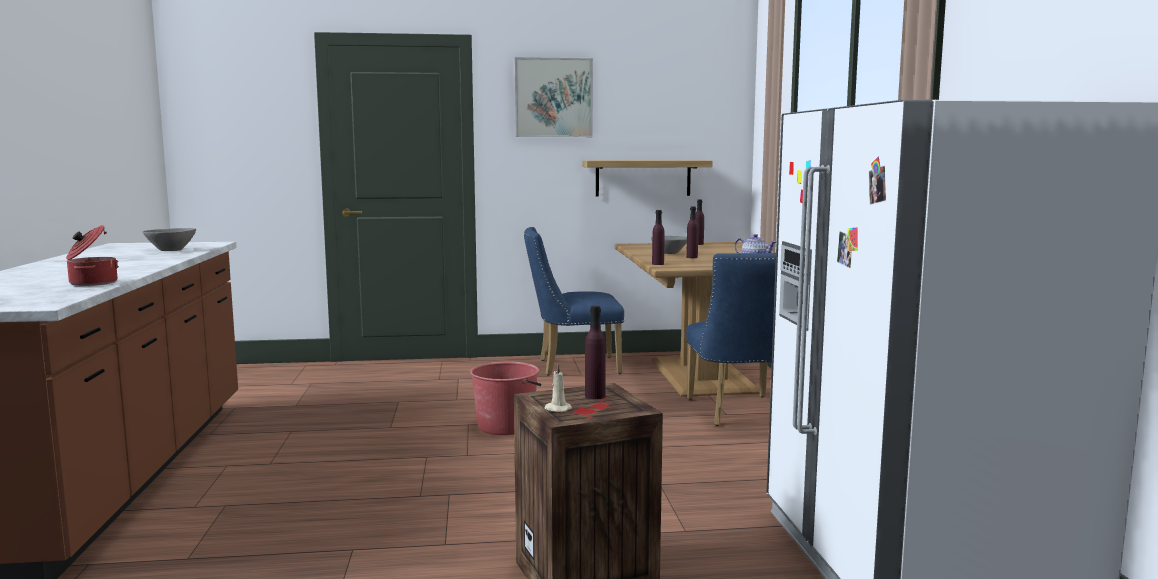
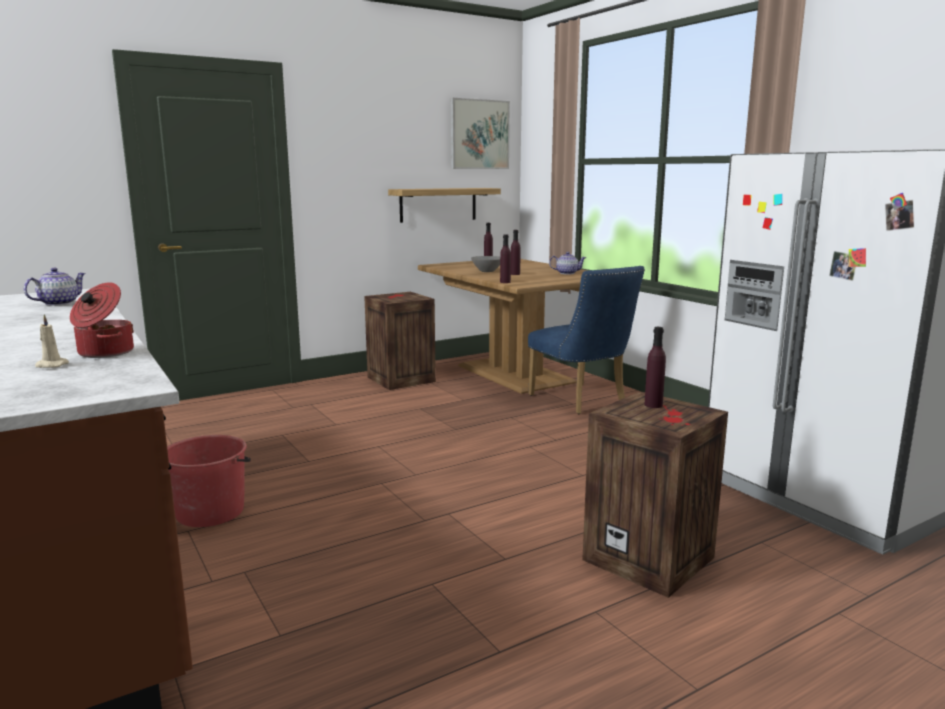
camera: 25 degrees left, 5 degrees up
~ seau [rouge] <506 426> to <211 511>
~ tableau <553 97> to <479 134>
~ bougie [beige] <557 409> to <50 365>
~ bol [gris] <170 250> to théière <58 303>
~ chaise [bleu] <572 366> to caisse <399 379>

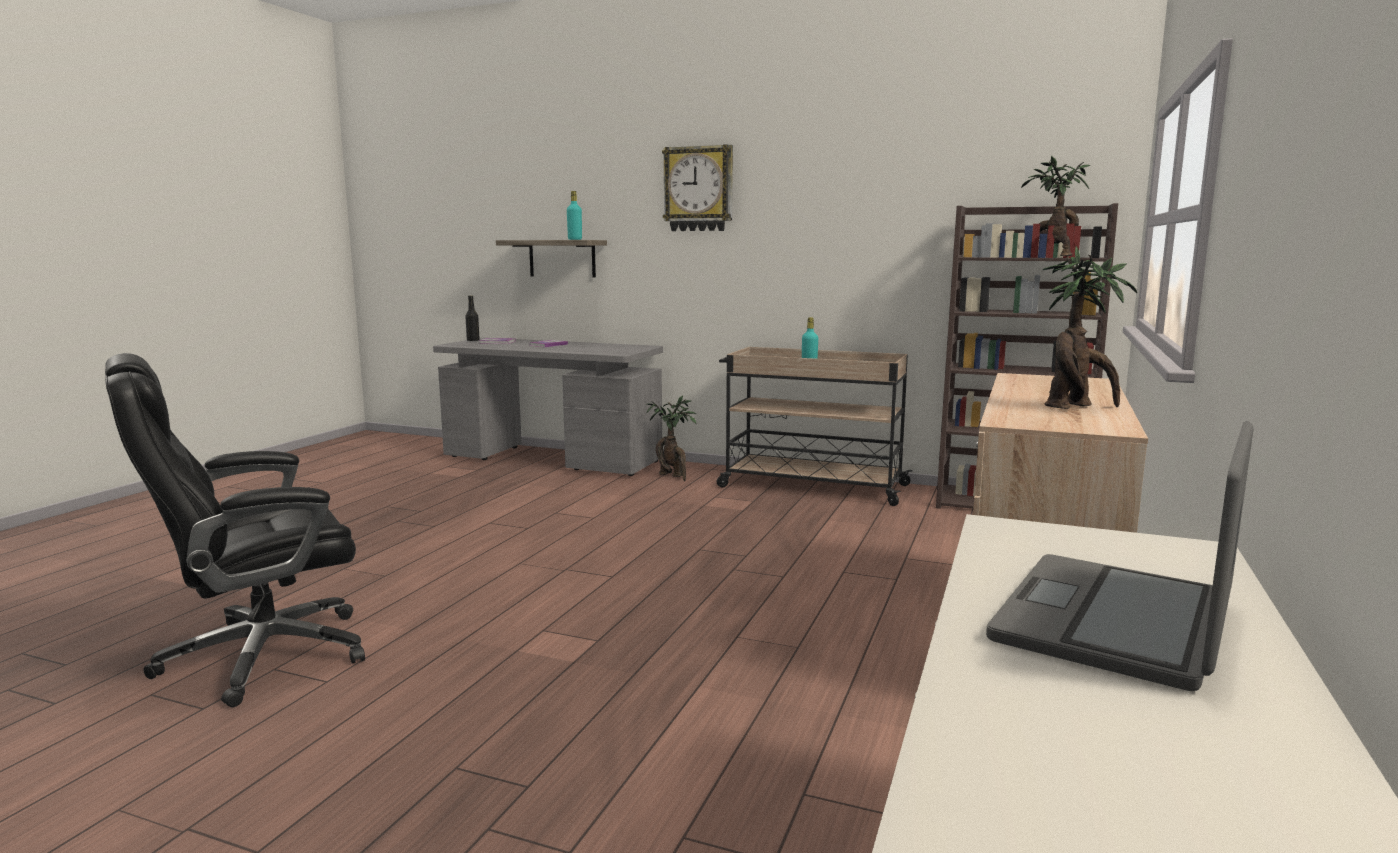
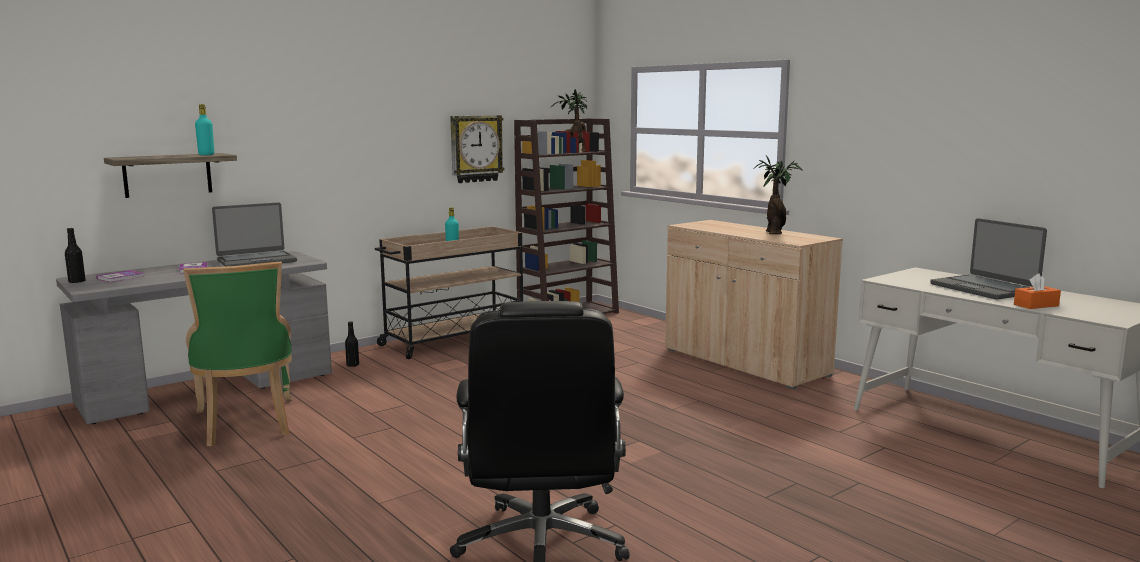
camera: 60 degrees left, 0 degrees up
+ chaise [vert] <247 424>
+ ordinateur portable <256 261>
+ boîte à mouchoirs [orange] <1036 305>
~ horloge murale <699 189> to <475 148>
~ plante en pot <673 476> to bouteille [noir] <352 365>

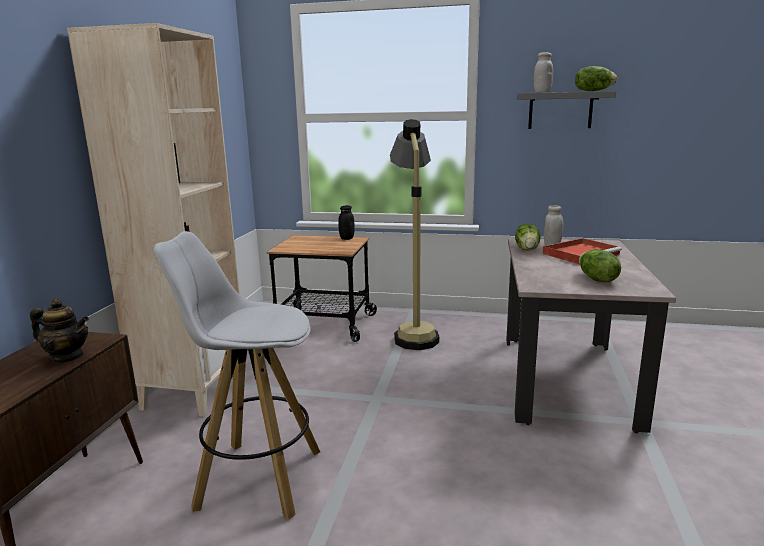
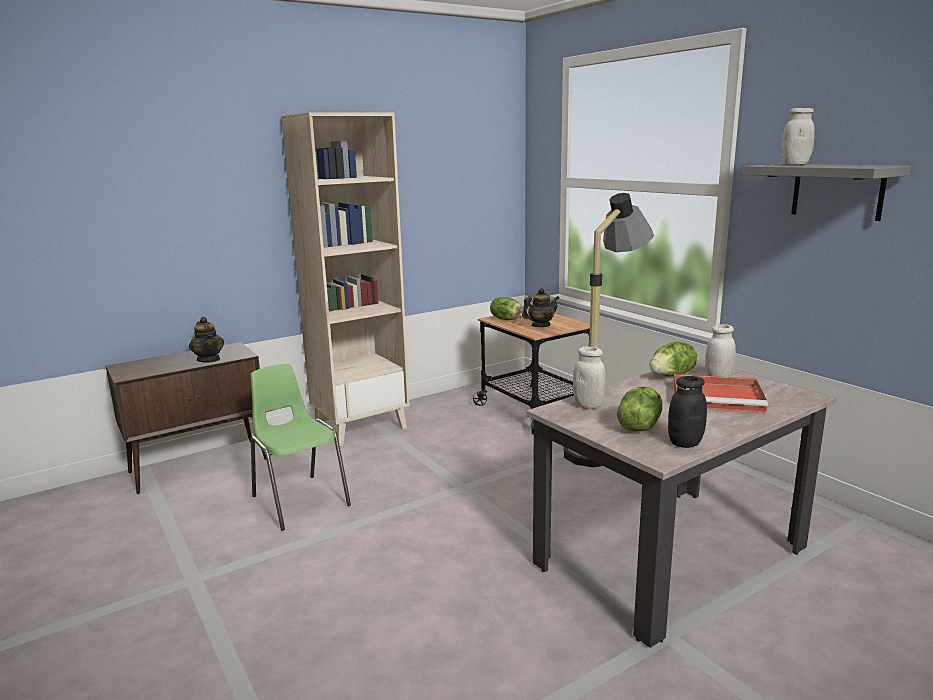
camera: 45 degrees right, 0 degrees up
+ théière <540 325>
+ bocal [blanc] <588 405>
~ bocal [noir] <346 238> to <685 443>
~ laitue <593 91> to <507 319>
~ tabouret [blanc] <257 478> to chaise [vert] <299 500>

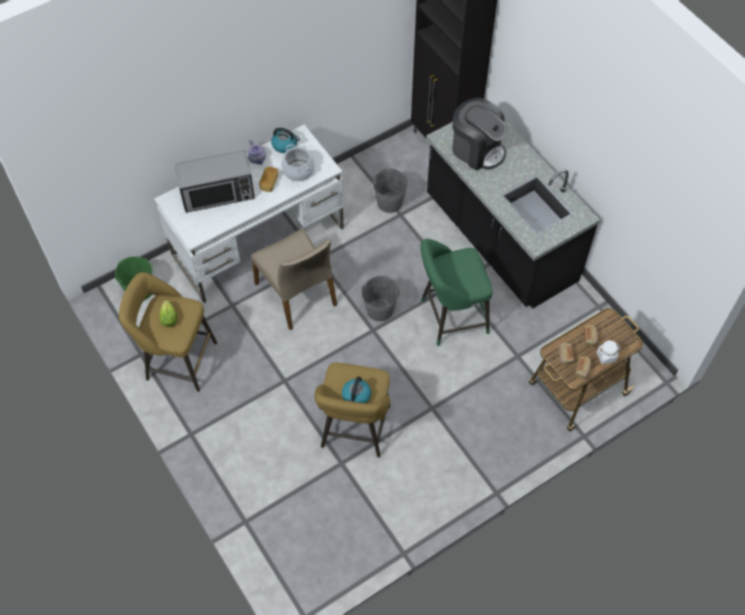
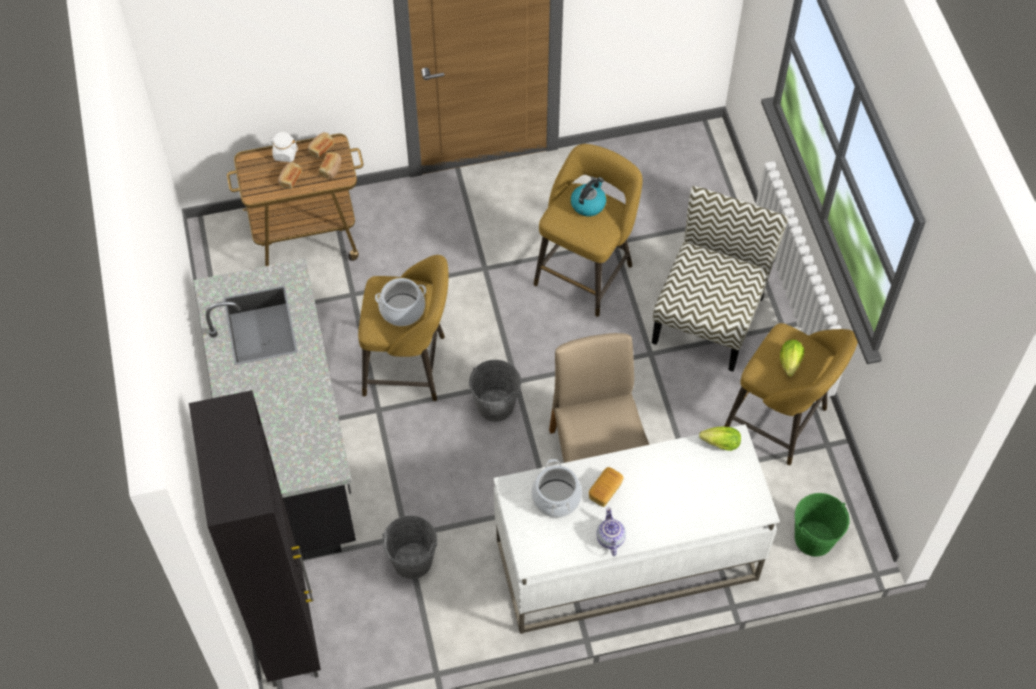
camera: 160 degrees left, 0 degrees up
- micro-ondes <218 193>
- bouilloire <285 145>
- machine à café <477 150>
+ marmite <402 309>
+ chaise <708 317>
+ laitue <718 443>
~ tabouret [vert] <450 317> to tabouret [jaune] <410 366>

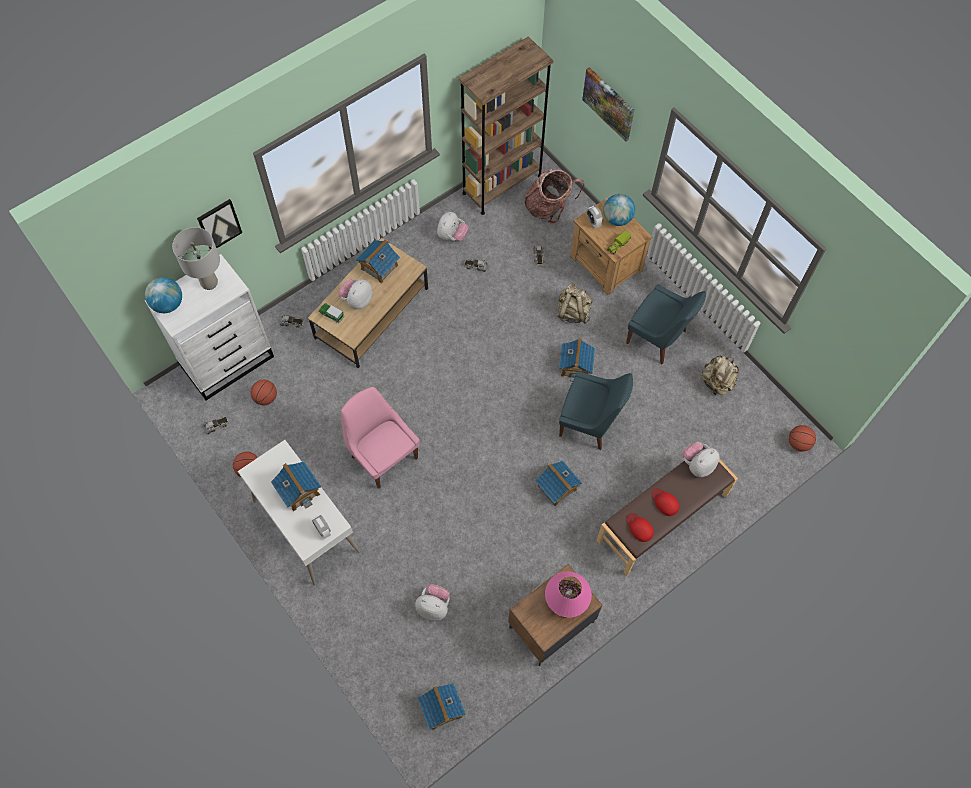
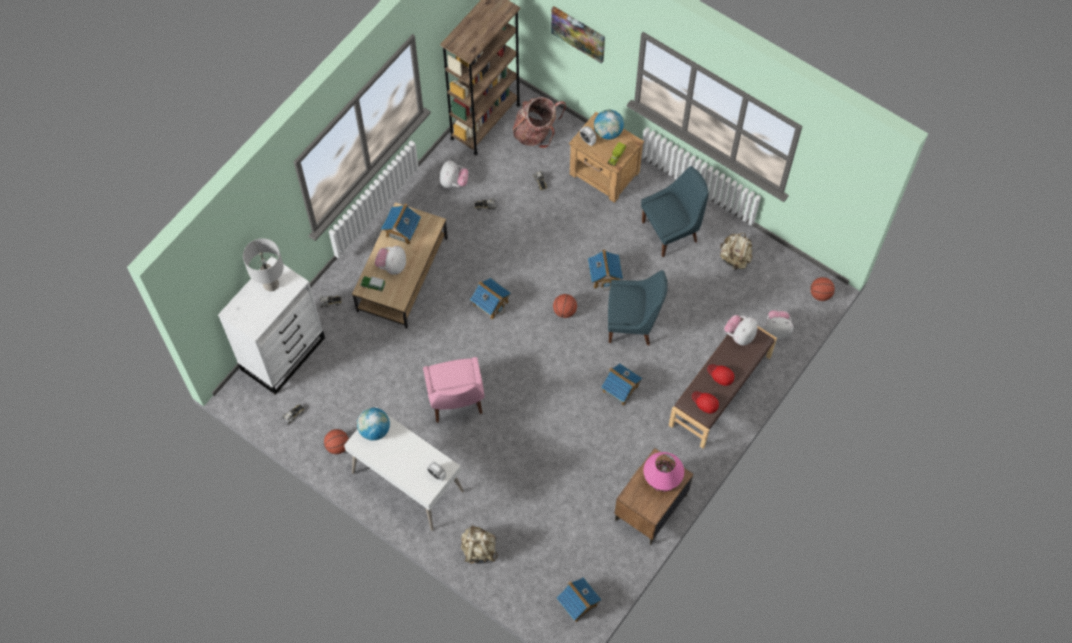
camera: 15 degrees left, 0 degrees up
- tableau <219 224>
~ globe <168 304> to <374 430>
~ ballon de basket <265 397> to <564 311>
~ maison miniature <299 490> to <490 303>
~ peluche <433 607> to <776 330>
~ sac à dos [beige] <572 312> to <478 550>
~ chaise [rose] <383 456> = <456 401> 135 degrees counterclockwise
~ chaise [bleu] <658 338> = <671 231> 45 degrees counterclockwise

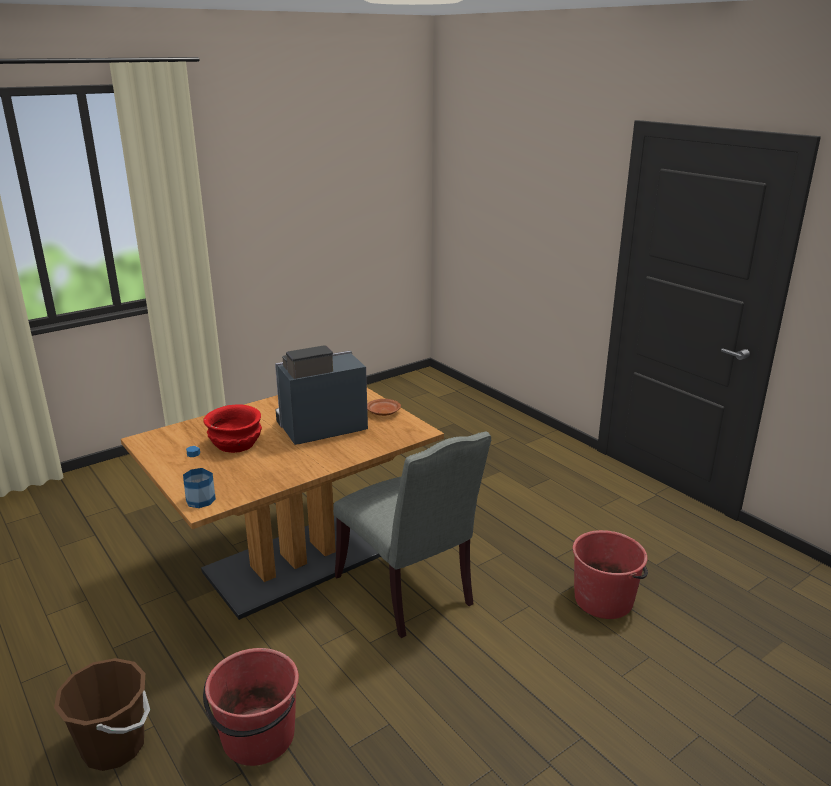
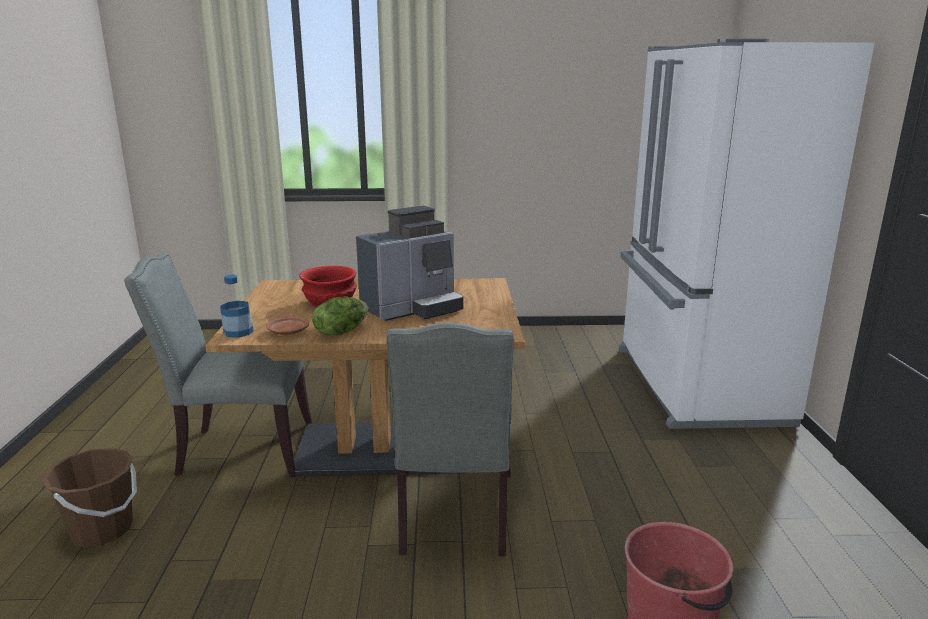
camera: 35 degrees right, 5 degrees down
- seau [rouge] <258 737>
+ chaise [gris] <240 450>
+ laitue <341 332>
+ réfrigérateur [blanc] <695 385>
~ assiette [marron] <383 412> to <288 332>
~ machine à café <319 428> = <413 309> 135 degrees clockwise

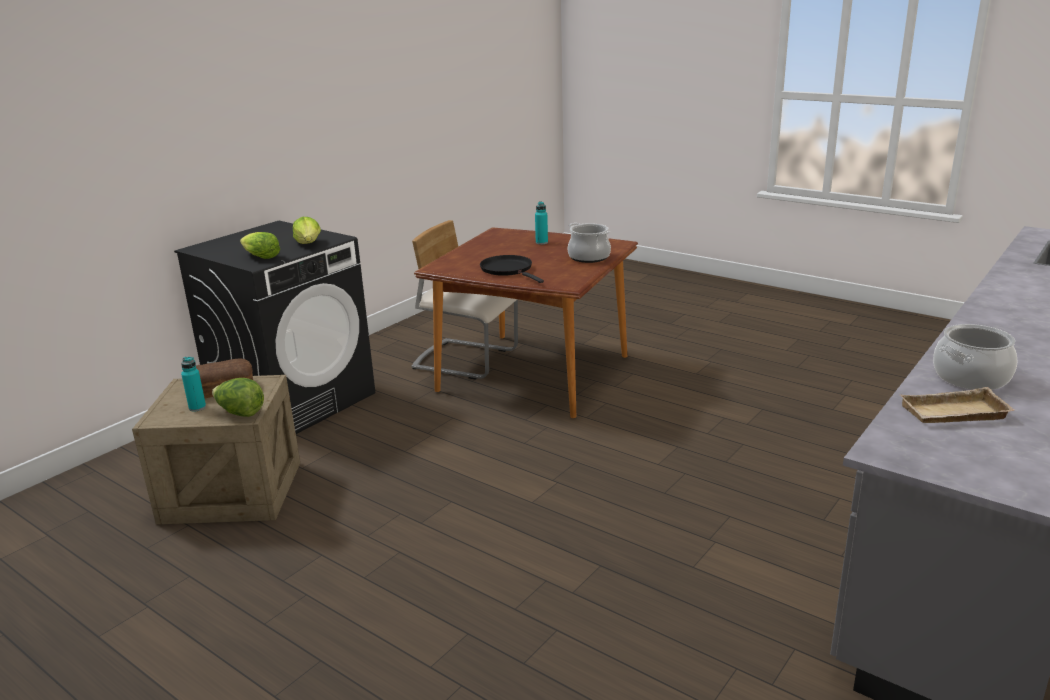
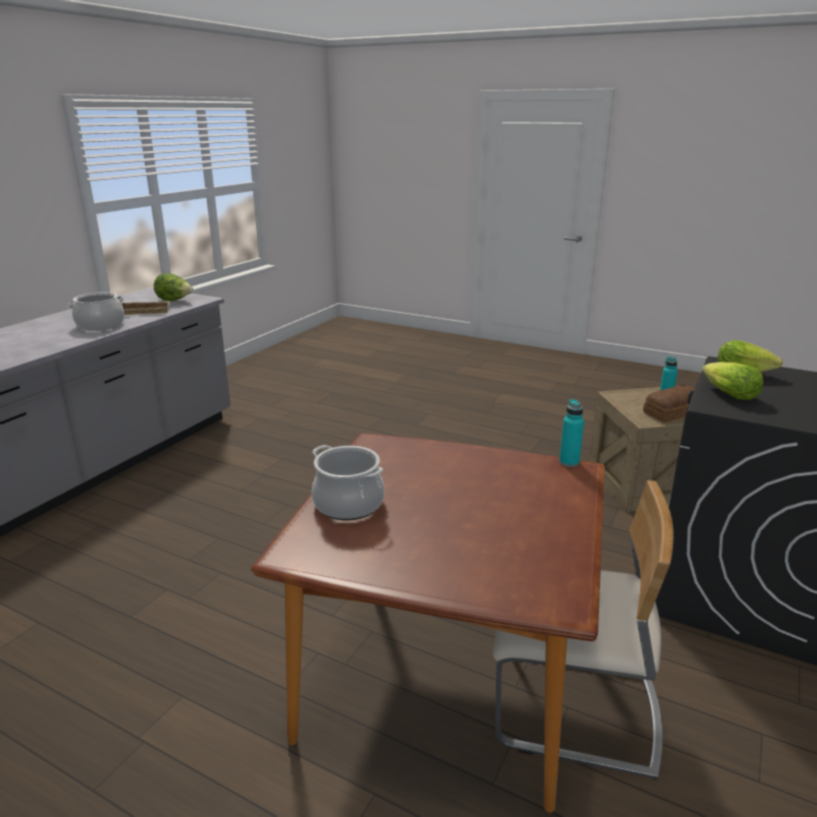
camera: 170 degrees right, 0 degrees up
- poêle [noir] <508 270>
~ laitue <240 413> to <175 301>
~ bouteille [turquoise] <541 242> to <569 462>

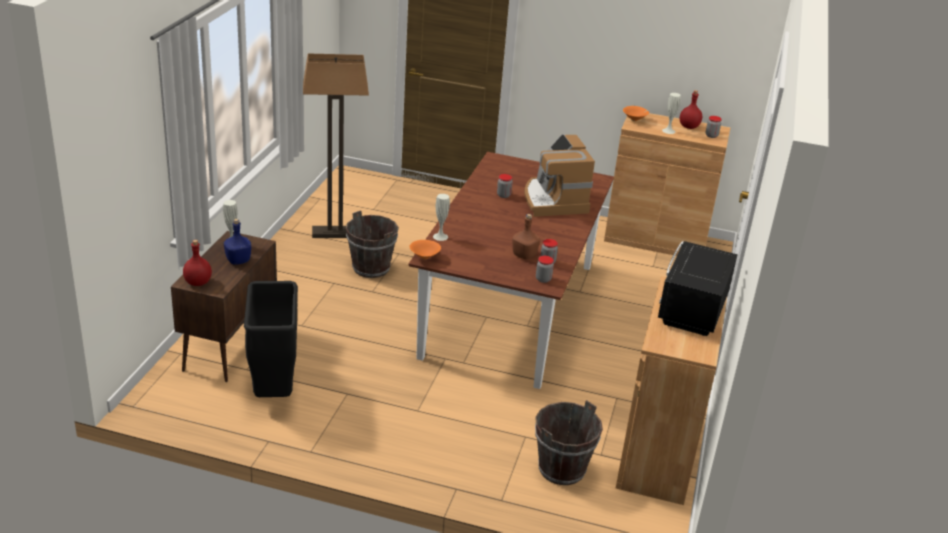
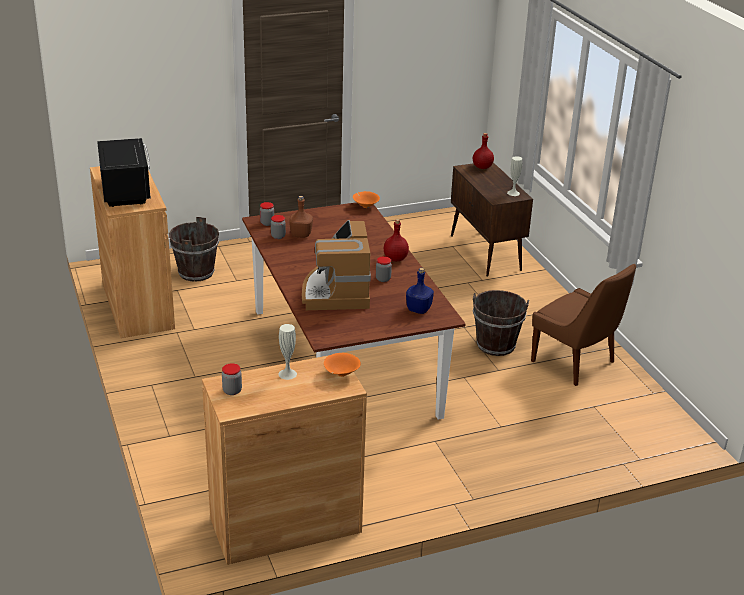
camera: 145 degrees right, 0 degrees up
- poubelle [noir] <273 391>
- vase [blanc] <440 236>
~ bouteille [bleu] <238 260> to <418 310>
~ bouteille [rouge] <688 127> to <396 259>
~ lampadaire <335 233> to chaise [marron] <575 363>
~ machine à café <553 200> = <336 292> 135 degrees counterclockwise

